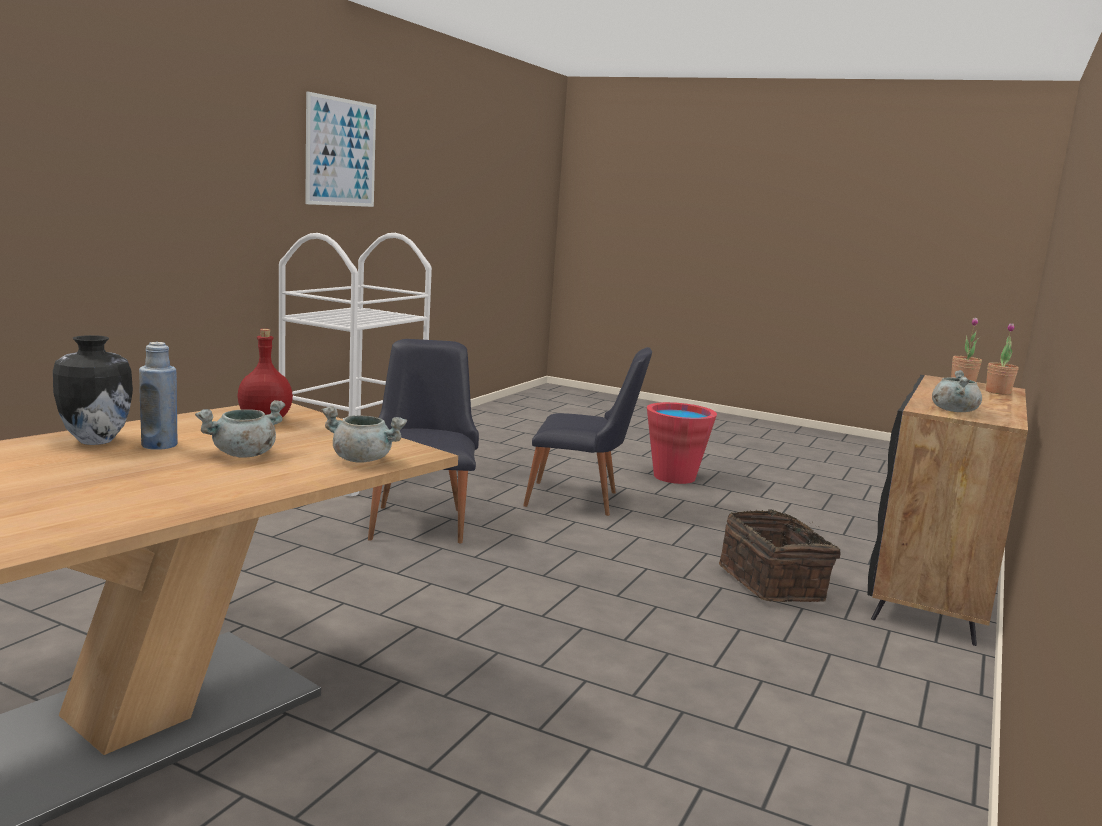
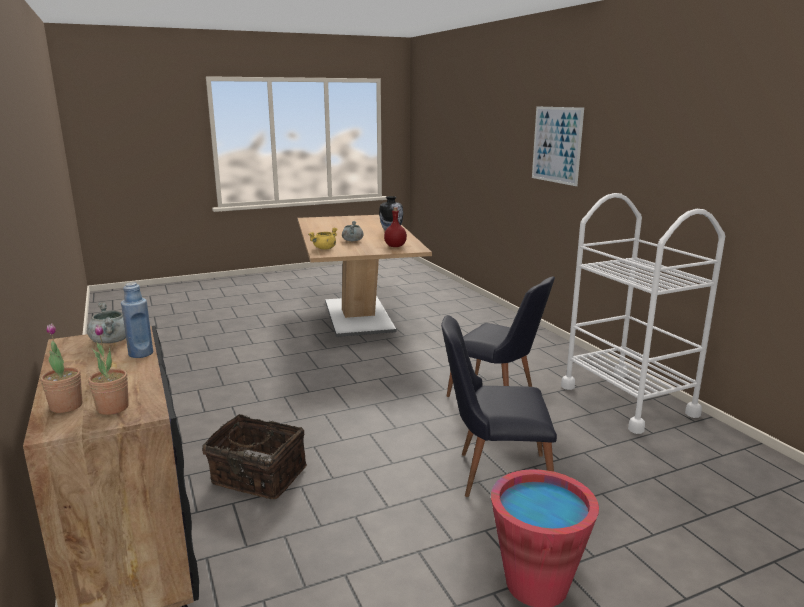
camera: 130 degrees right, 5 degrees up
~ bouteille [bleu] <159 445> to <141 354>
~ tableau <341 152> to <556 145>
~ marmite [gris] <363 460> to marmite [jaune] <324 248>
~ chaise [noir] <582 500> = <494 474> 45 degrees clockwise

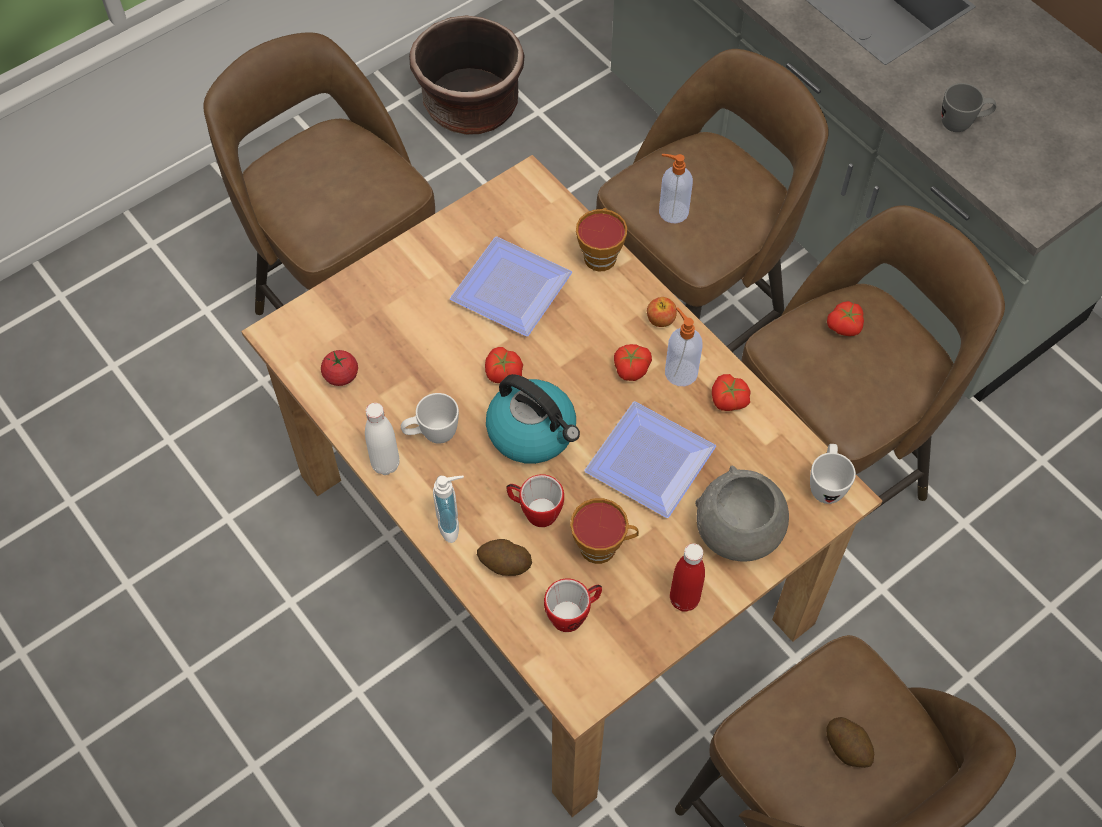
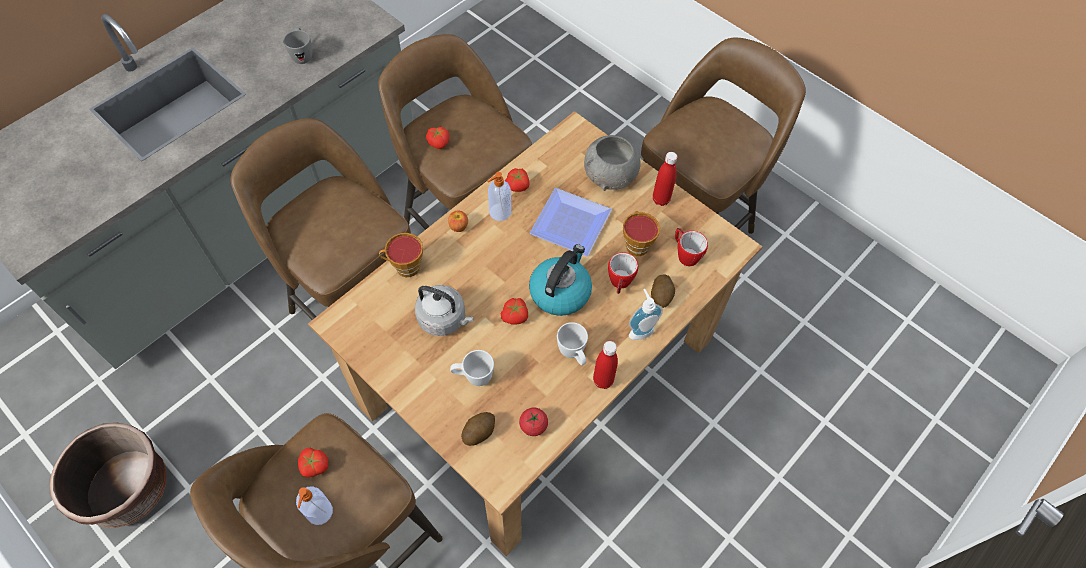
camera: 100 degrees left, 0 degrees up
~ tomate <630 368> to <314 466>
~ distributeur de savon <672 211> to <319 513>
~ mug [blanc] <826 484> to <473 377>
~ pomme de terre <847 747> to <479 432>
~ assiette <512 293> to bouilloire [gris] <444 319>
~ bouteille [blanc] <385 464> to bouteille [rouge] <603 380>

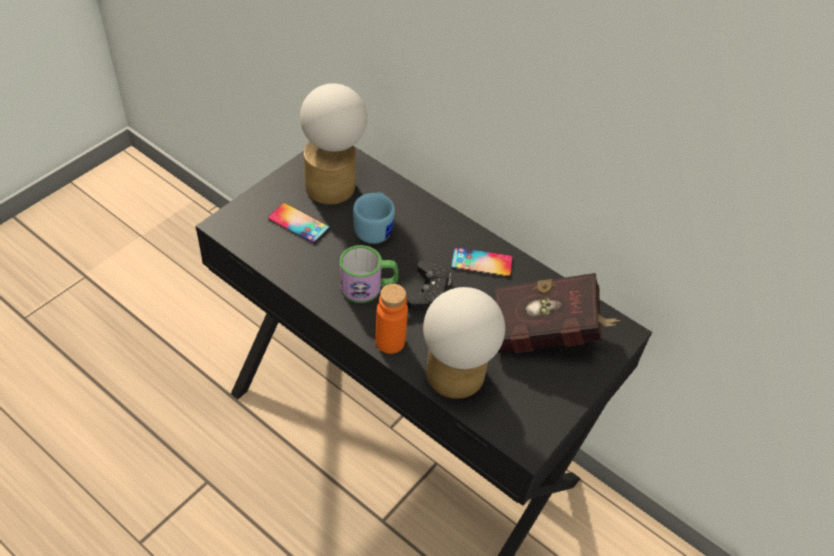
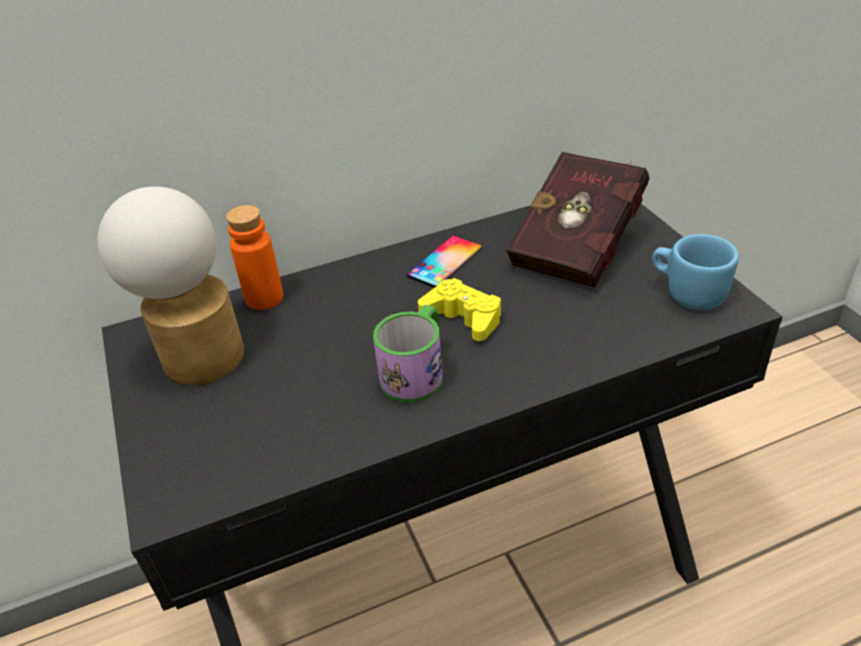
camera: 55 degrees left, 10 degrees down
- téléphone <299 223>
- lampe de table <453 381>
~ mug [bleu] <375 228> to <687 293>
~ bouteille [orange] <390 341> to <264 298>
~ manette [noir] <430 292> to manette [jaune] <463 317>

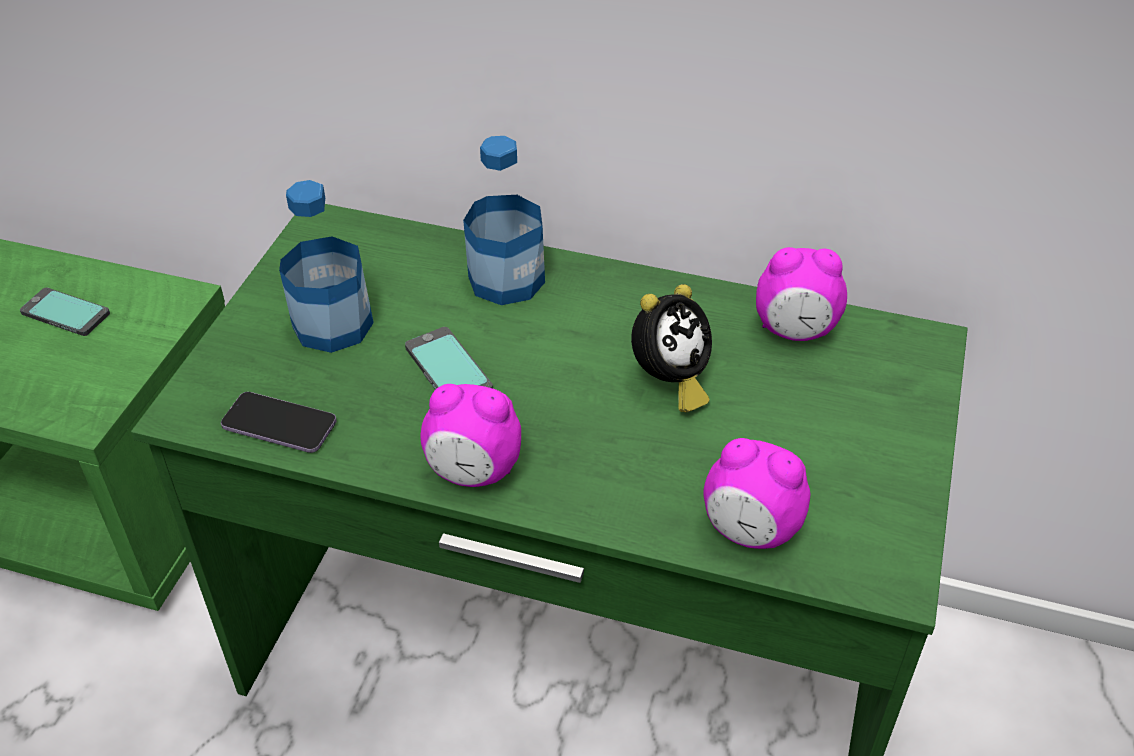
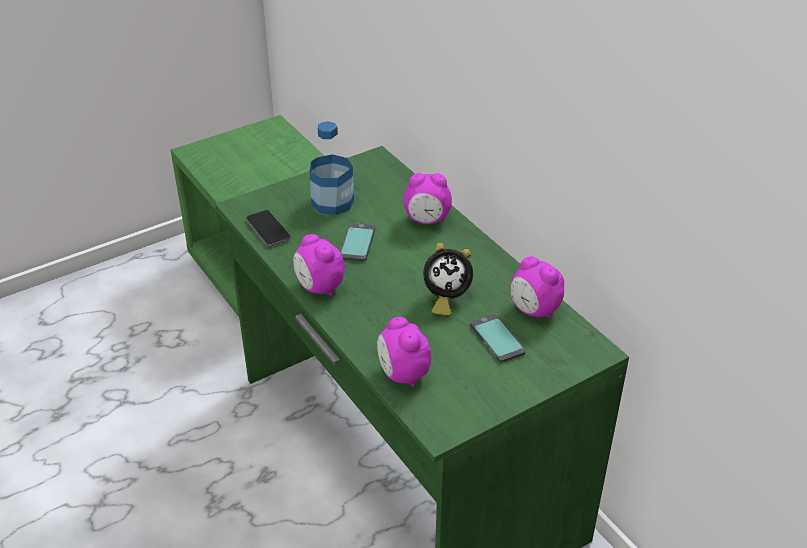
camera: 40 degrees right, 5 degrees down
~ téléphone <65 313> to <496 339>
~ bouteille <506 279> to réveil <427 220>

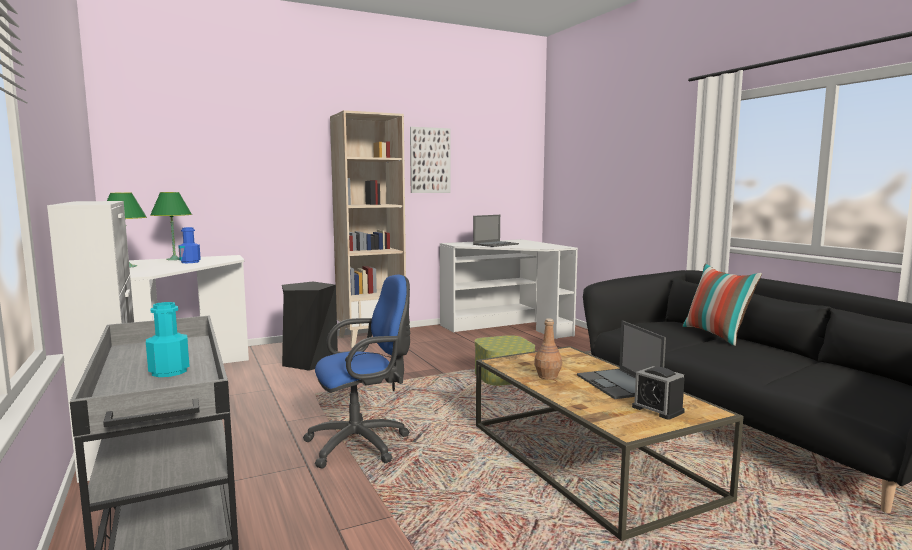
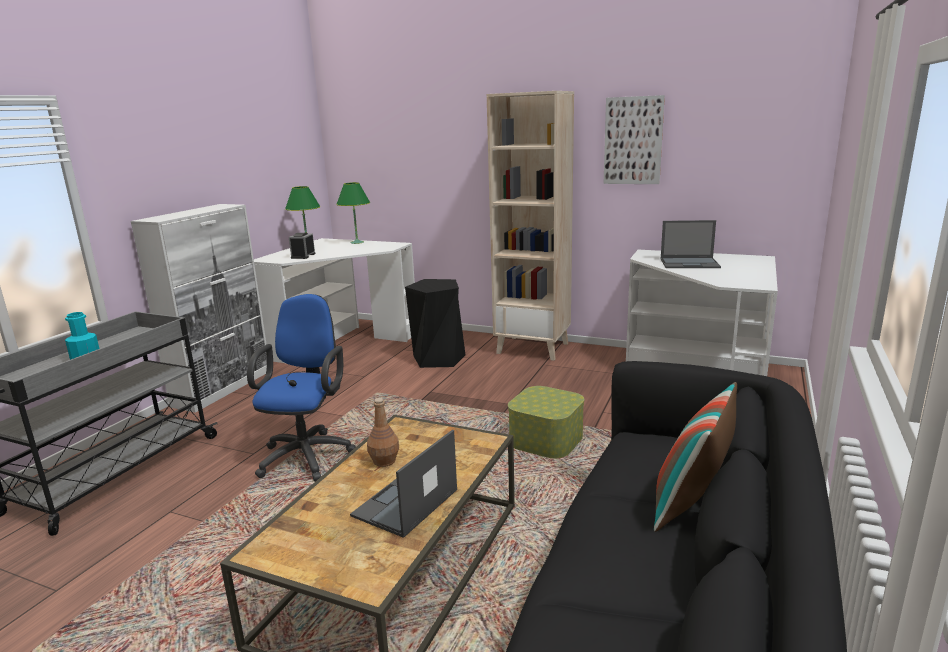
camera: 50 degrees right, 10 degrees up
- bouteille [bleu] <190 262>
~ réveil <657 409> to <303 256>
~ chaise de bureau [bleu] <363 444> = <308 454> 105 degrees counterclockwise

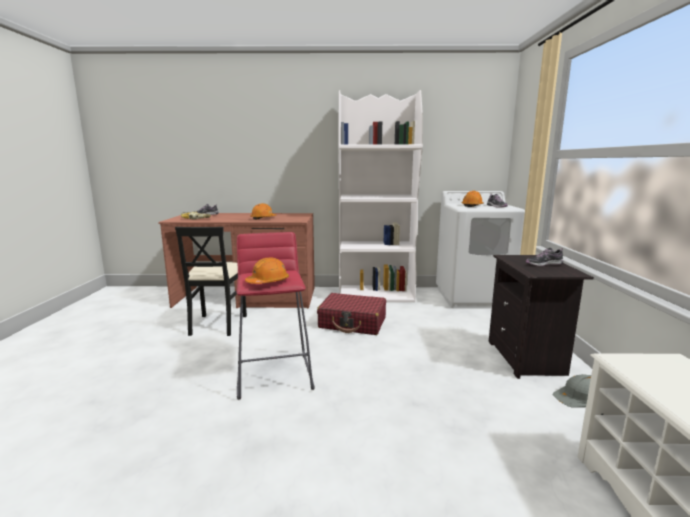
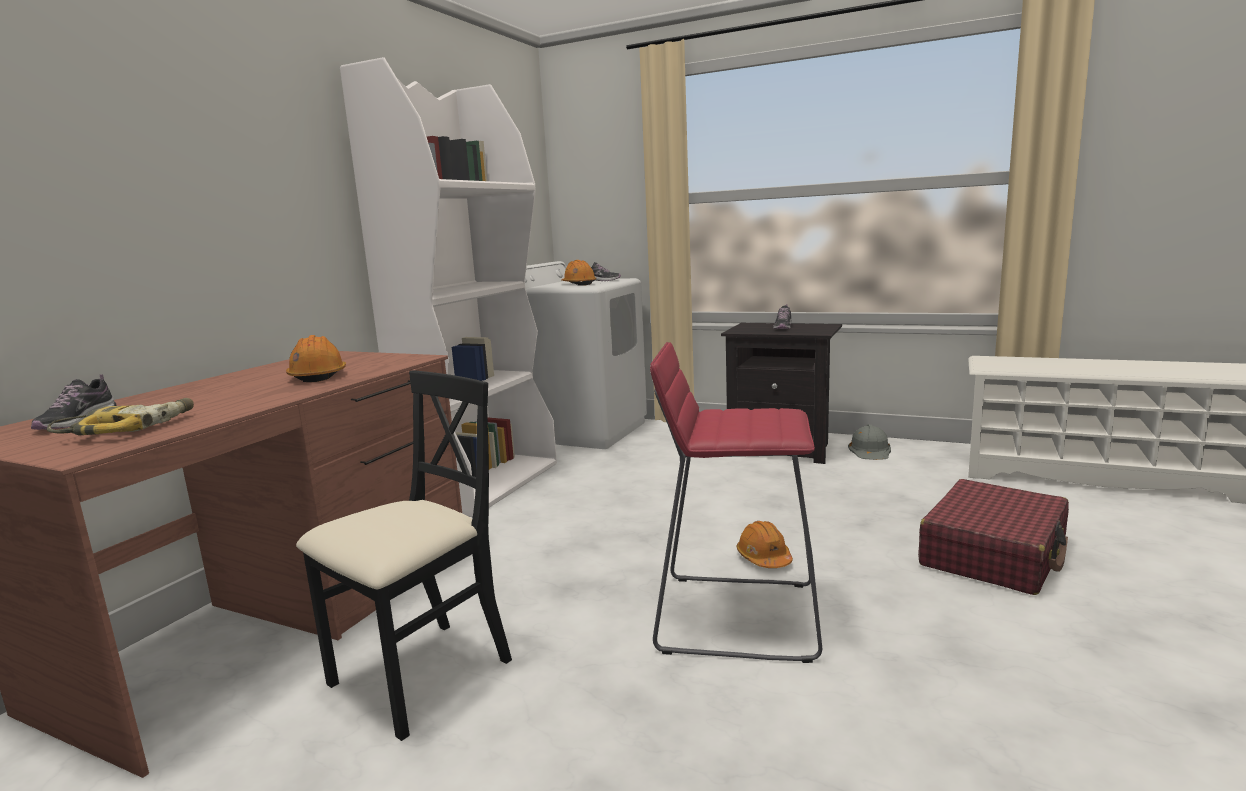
camera: 65 degrees left, 0 degrees up
~ casque de chantier [orange] <268 282> to <764 558>
~ valise [rouge] <353 323> to <993 554>
~ chaise [noir] <217 324> = <420 675> 75 degrees counterclockwise

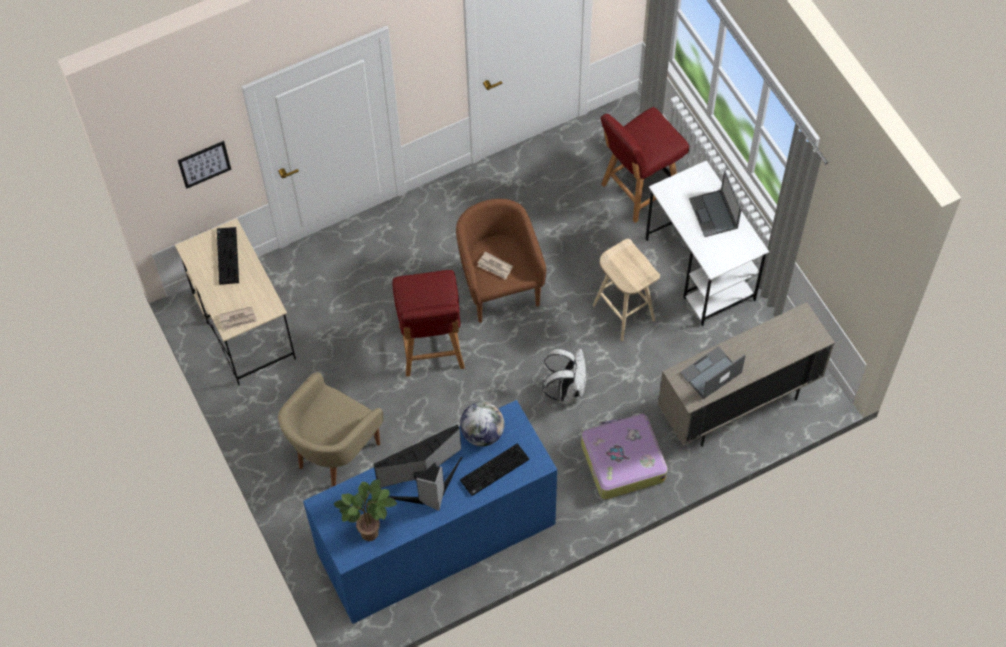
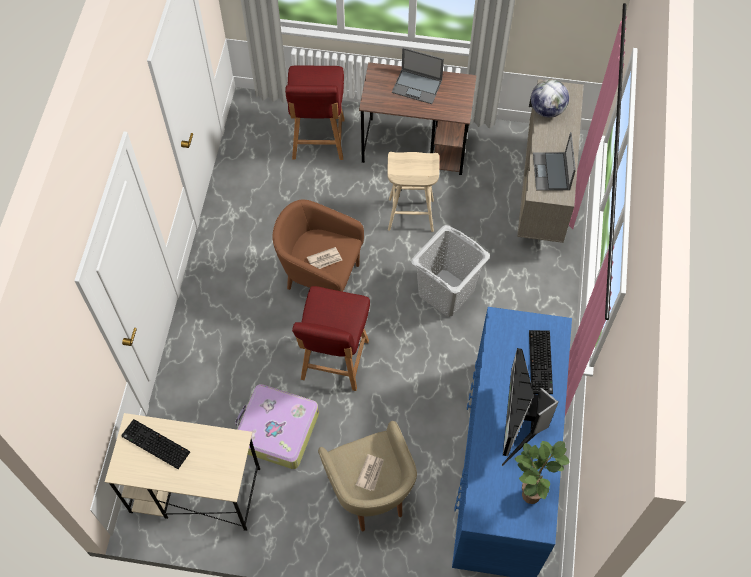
camera: 55 degrees left, 0 degrees up
- tableau <204 164>
~ journal <238 319> to <370 473>
~ globe <482 433> to <547 110>
~ valise <622 461> to <276 431>
~ sac à dos [blanc] <567 390> to panier à linge [gris] <445 292>
~ bureau [blanc] <700 270> to bureau [marron] <416 146>
~ chaise [rouge] <431 348> = <334 361> 75 degrees clockwise

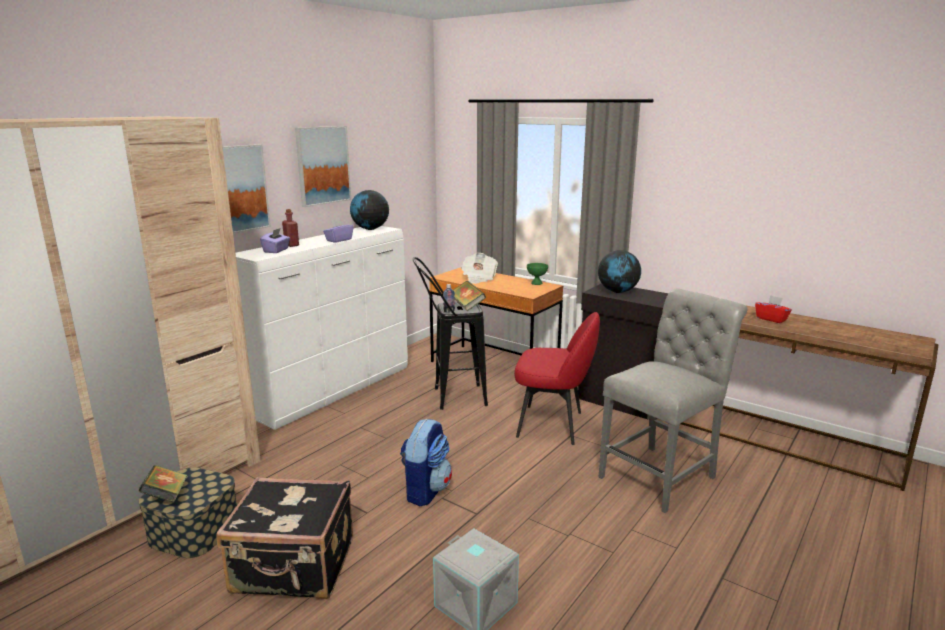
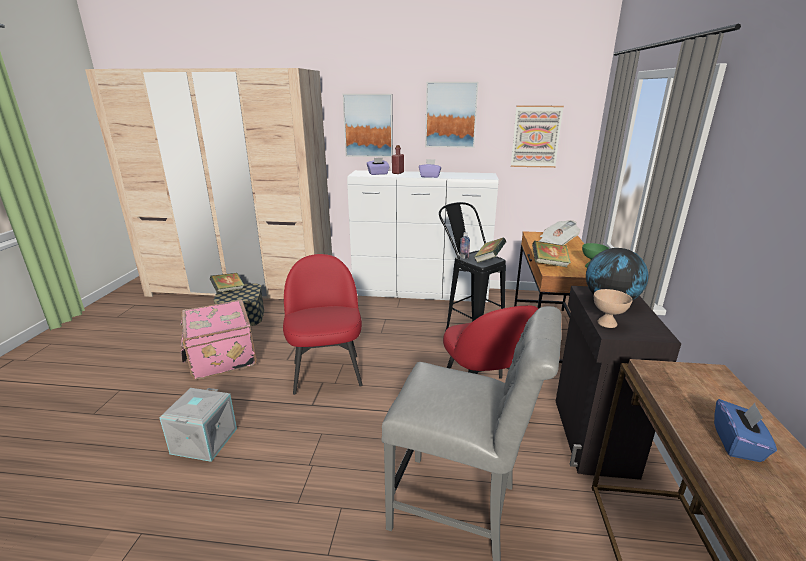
camera: 60 degrees right, 5 degrees up
- globe <370 229>
+ tableau <536 136>
+ livre <549 264>
+ bol [beige] <607 323>
~ sac à dos <425 490> to chaise [rouge] <327 372>
~ valise [noir] <294 568> to valise [rose] <221 357>
~ boîte à mouchoirs [rouge] <771 319> to boîte à mouchoirs [bleu] <737 443>

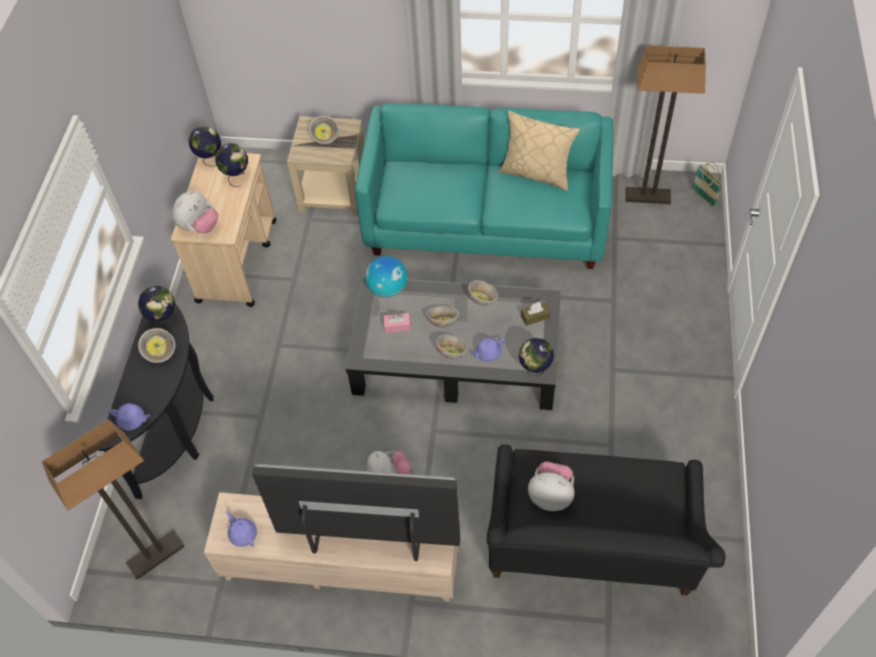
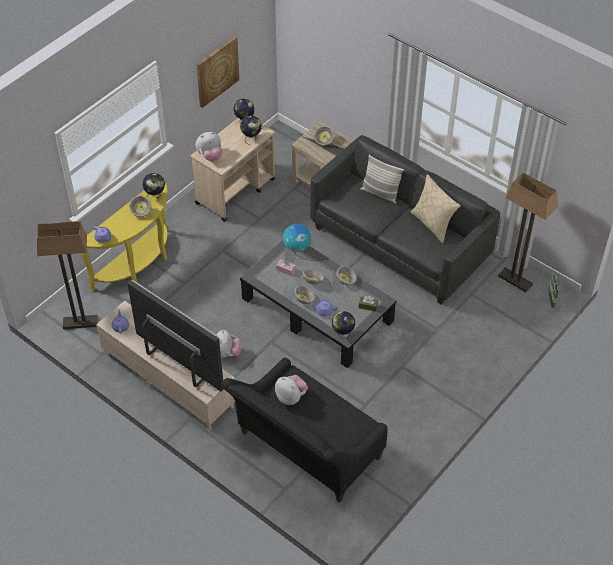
camera: 30 degrees right, 5 degrees down
+ tableau <217 71>
+ coussin <380 193>
~ table console [noir] <180 426> to table console [jaune] <138 265>
~ canapé [turquoise] <487 220> to canapé [gris] <400 243>

